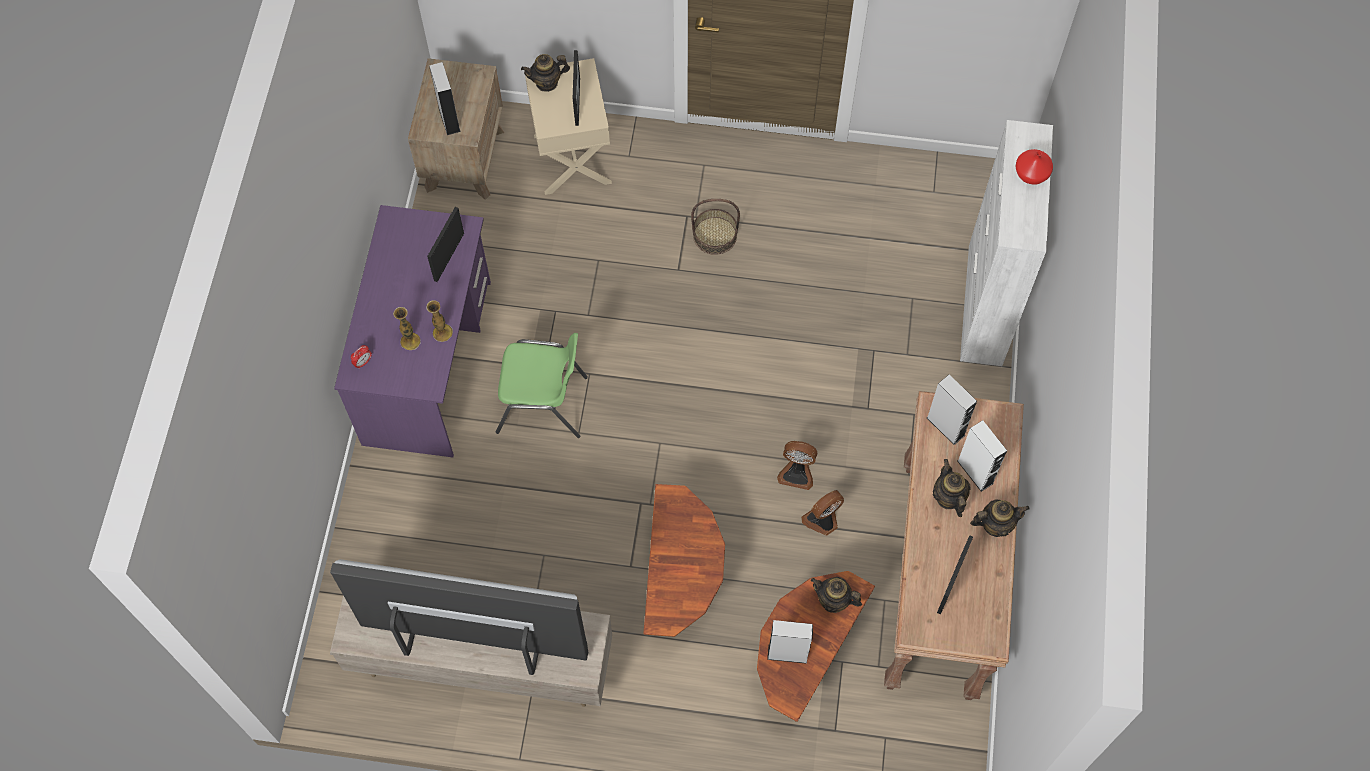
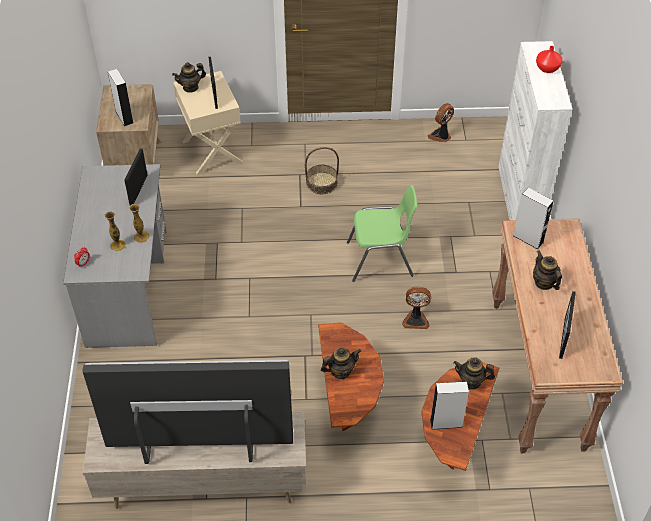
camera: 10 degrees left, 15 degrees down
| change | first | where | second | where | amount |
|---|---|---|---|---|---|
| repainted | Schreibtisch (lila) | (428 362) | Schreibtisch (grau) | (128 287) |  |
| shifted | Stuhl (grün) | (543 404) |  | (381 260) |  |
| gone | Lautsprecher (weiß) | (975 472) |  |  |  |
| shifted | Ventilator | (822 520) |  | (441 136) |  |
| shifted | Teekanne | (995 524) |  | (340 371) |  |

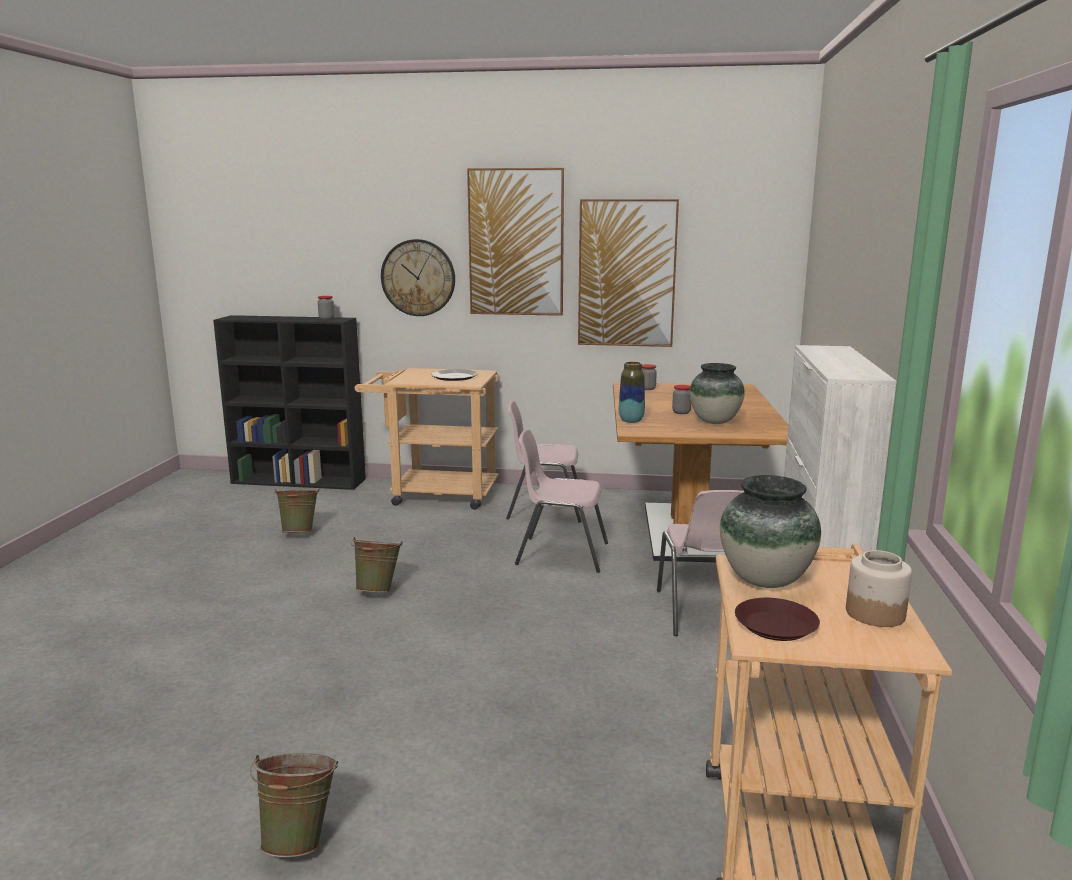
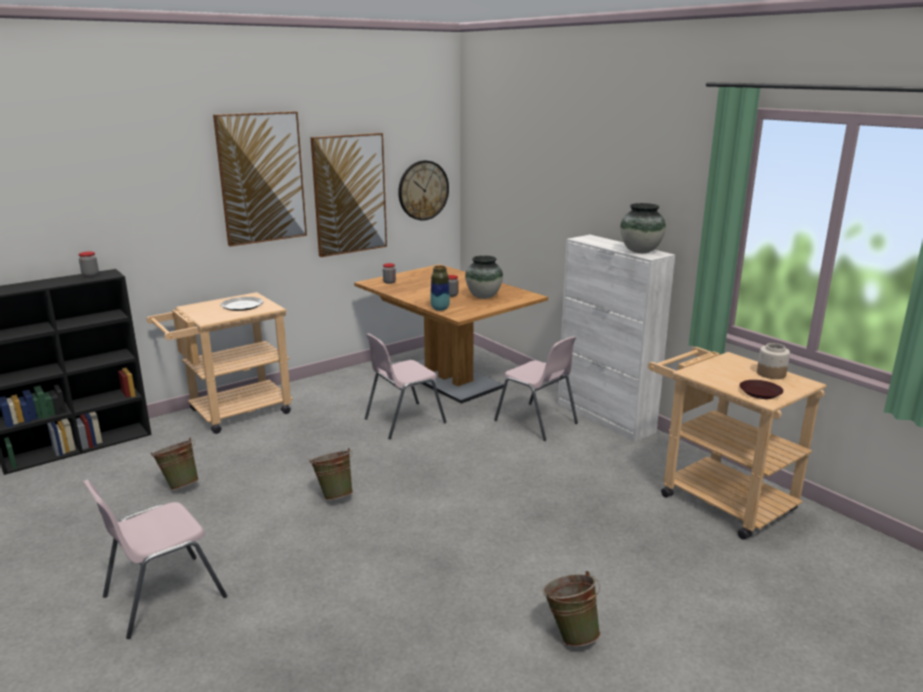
camera: 45 degrees left, 5 degrees up
| change | first | where | second | where | amount |
|---|---|---|---|---|---|
| shifted | Wanduhr | (418 278) |  | (423 190) |  |
| shifted | Stuhl (rosa) | (544 509) |  | (162 596) |  |
| shifted | Vase | (765 581) |  | (641 251) |  |

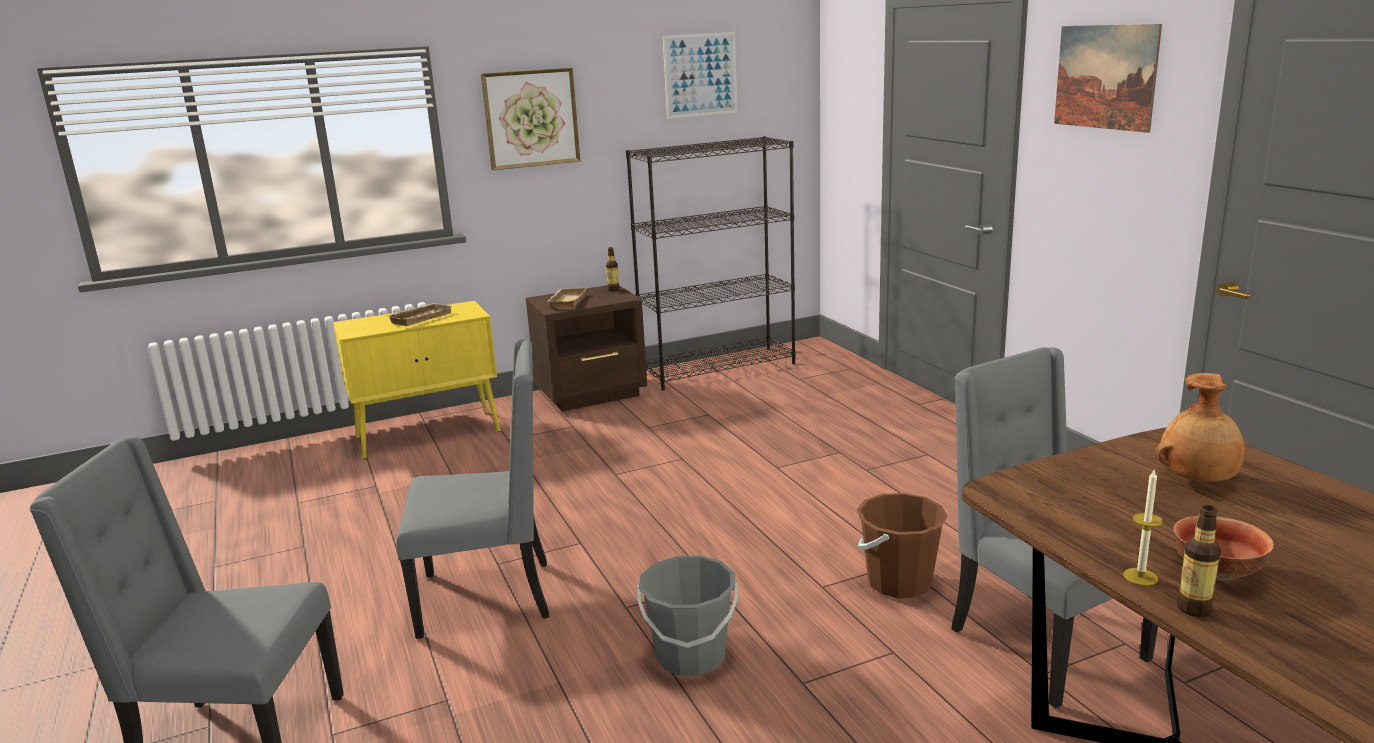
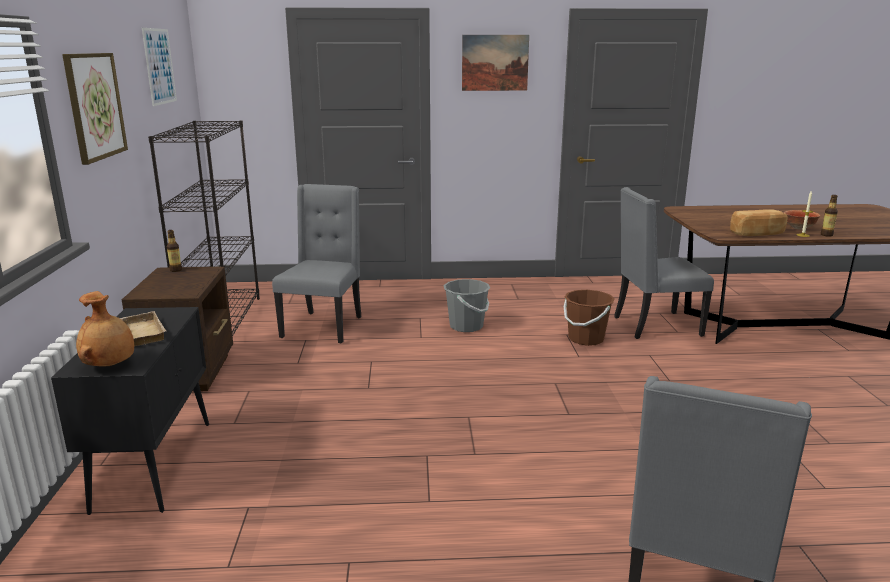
camera: 70 degrees left, 0 degrees up
| change | first | where | second | where | amount |
|---|---|---|---|---|---|
| gone | Tablett (beige) | (566 301) |  |  |  |
| repainted | Schrank (gelb) | (430 434) | Schrank (schwarz) | (155 464) |  |
| shifted | Stuhl (grau) | (489 597) |  | (324 326) |  |
| shifted | Vase (braun) | (1197 481) |  | (110 365) |  |
| shifted | Eimer (grau) | (691 656) |  | (466 326) |  |
| new |  |  | Brot | (757 234) |  |

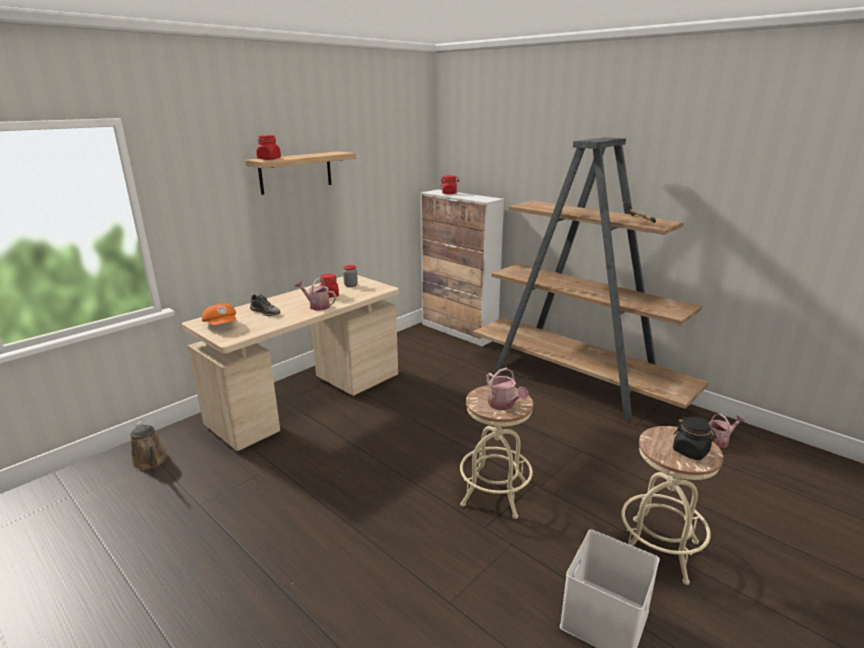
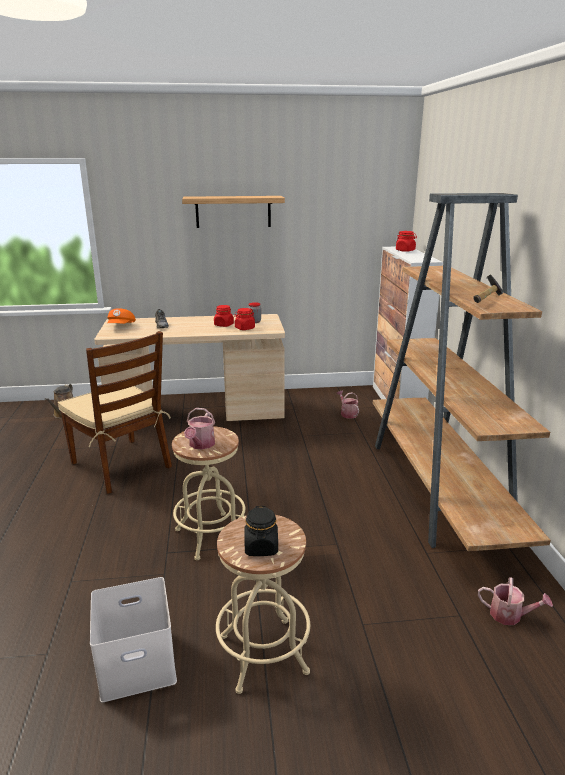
camera: 40 degrees right, 0 degrees up
| change | first | where | second | where | amount |
|---|---|---|---|---|---|
| shifted | Vorratsglas (rot) | (269 159) |  | (244 328) |  |
| shifted | Gießkanne | (317 306) |  | (347 413) |  |
| new |  |  | Stuhl (braun) | (122 465) |  |

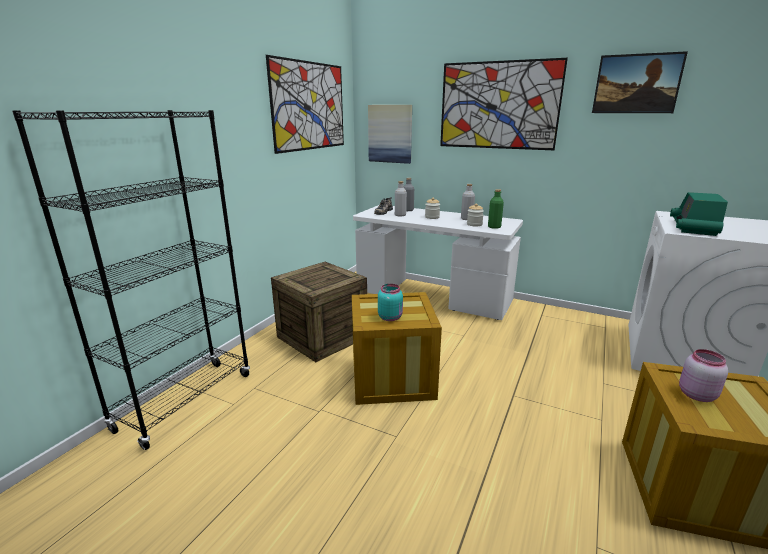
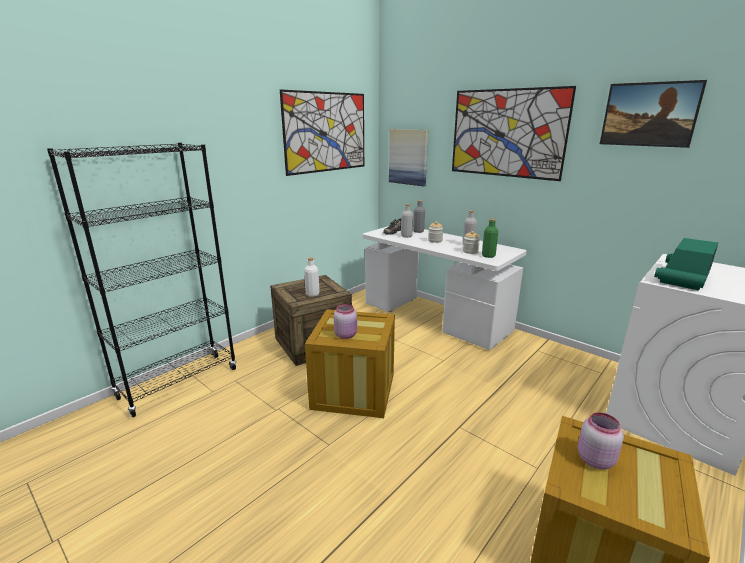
camera: 15 degrees right, 0 degrees up
| change | first | where | second | where | amount |
|---|---|---|---|---|---|
| repainted | Vorratsglas (türkis) | (390 317) | Vorratsglas (rosa) | (346 335) |  |
| new |  |  | Flasche (weiß) | (312 294) |  |

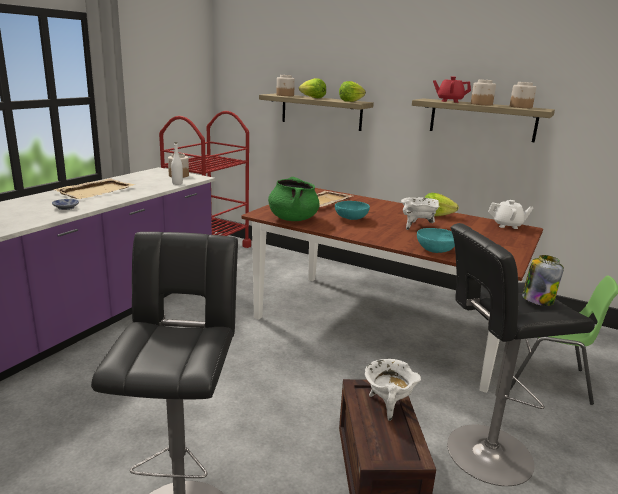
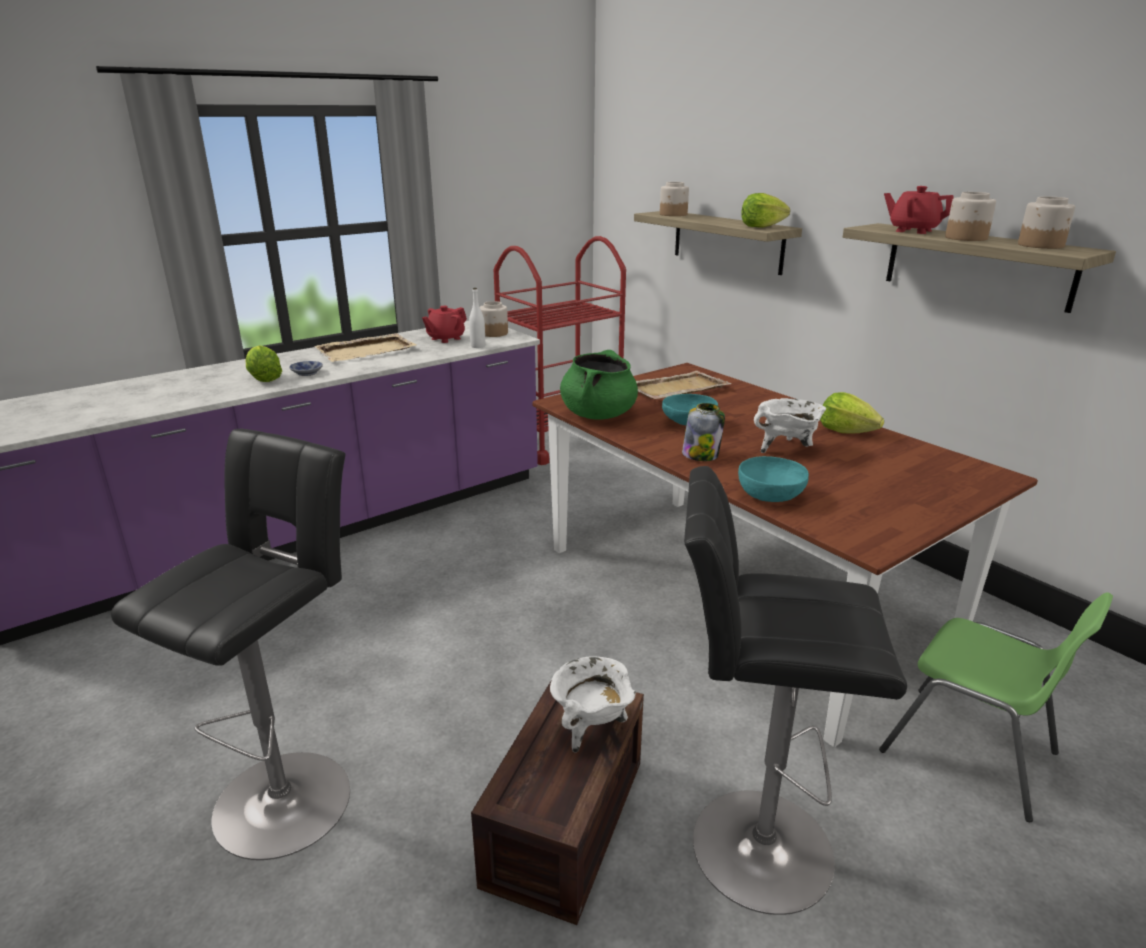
camera: 25 degrees right, 5 degrees up
| change | first | where | second | where | amount |
|---|---|---|---|---|---|
| shifted | Salatkopf | (312 97) |  | (264 378) |  |
| gone | Teekanne (weiß) | (507 225) |  |  |  |
| shifted | Vorratsglas | (537 299) |  | (701 455) |  |
| new |  |  | Teekanne (rot) | (445 339) |  |

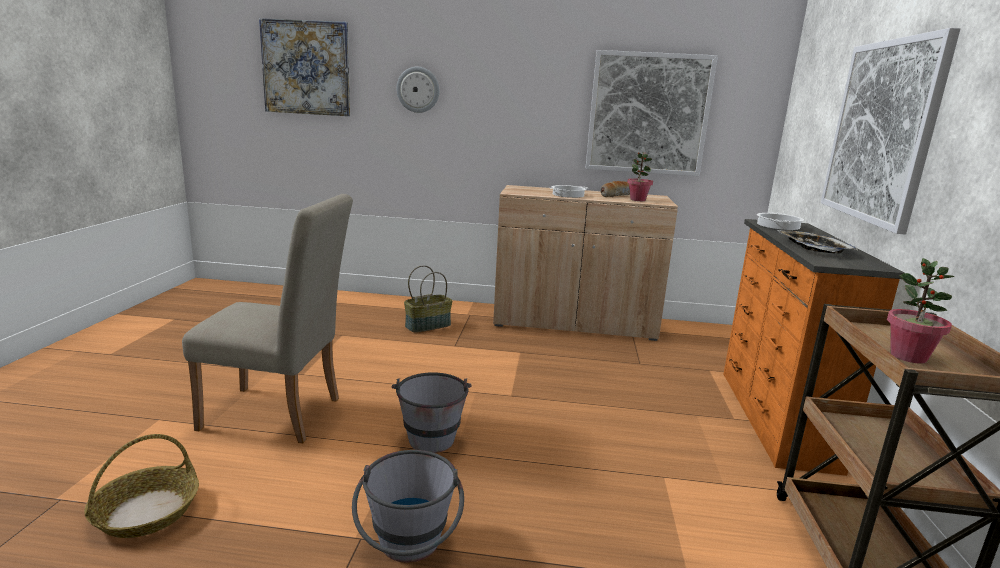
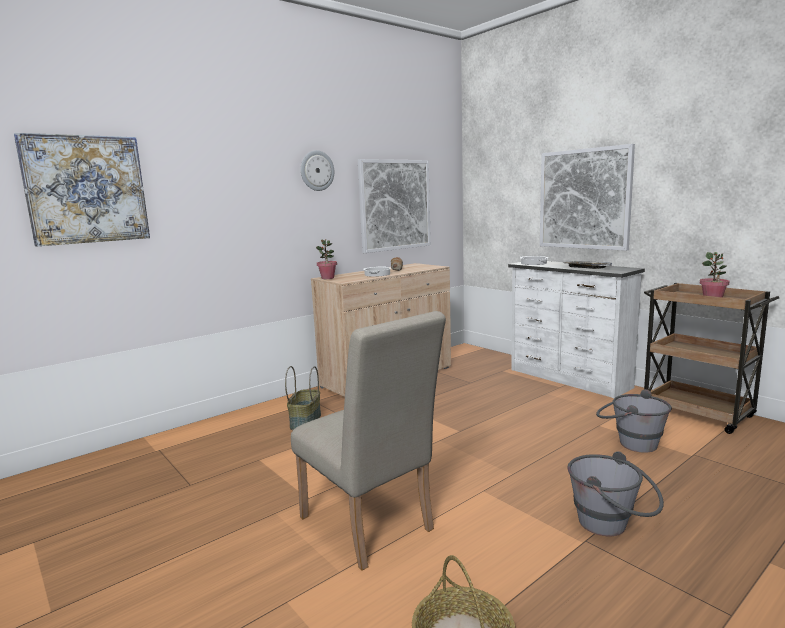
camera: 45 degrees left, 5 degrees down
| change | first | where | second | where | amount |
|---|---|---|---|---|---|
| shifted | Wanduhr | (418 89) |  | (317 170) |  |
| shifted | Topfpflanze | (637 200) |  | (327 278) |  |
| rotated | Stuhl (beige) | (281 415) |  | (371 528) | 90 degrees clockwise |
| repainted | Kommode (orange) | (773 417) | Kommode (weiß) | (568 379) |  |
| shifted | Eimer (grau) | (431 434) |  | (630 442) |  |

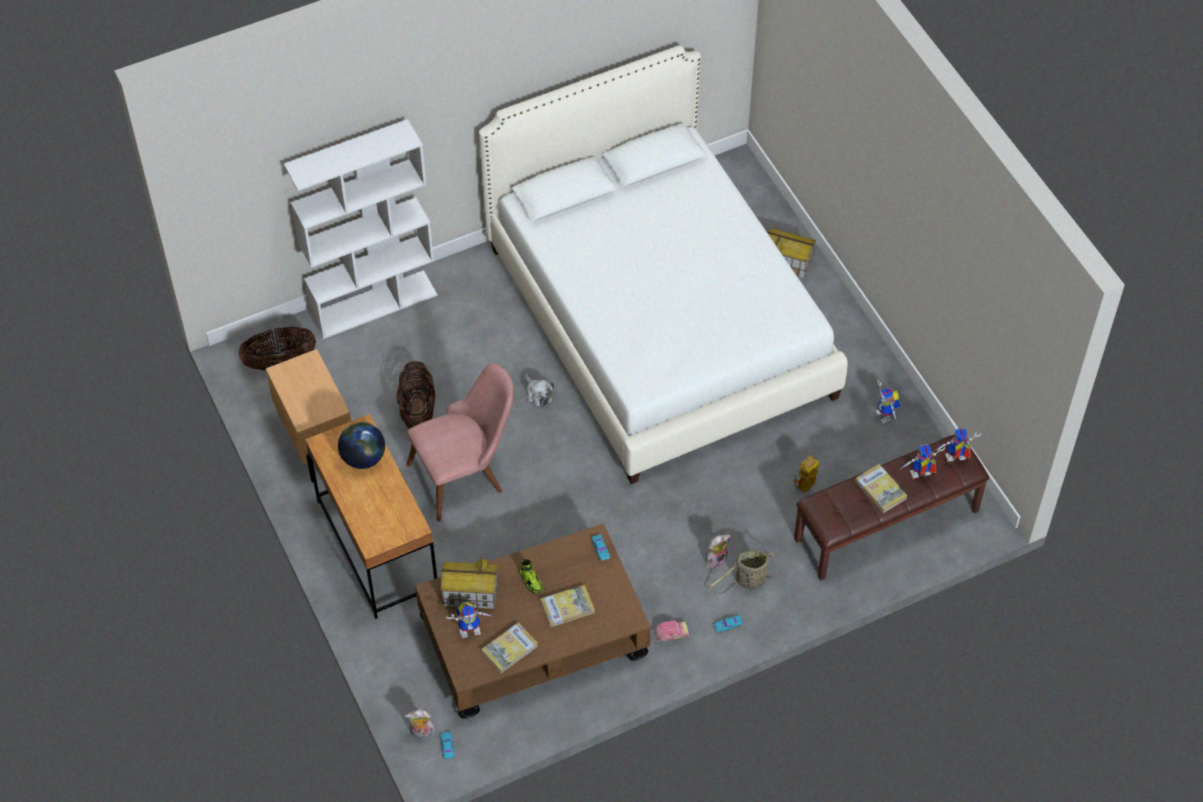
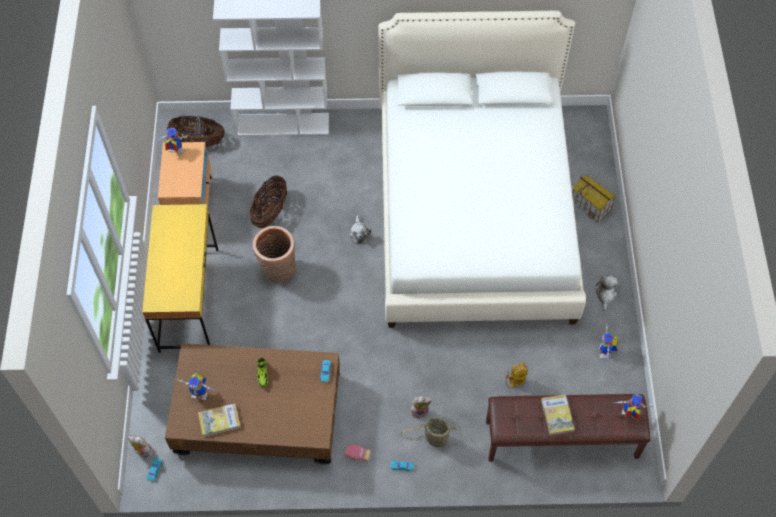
camera: 25 degrees right, 5 degrees up
| change | first | where | second | where | amount |
|---|---|---|---|---|---|
| swapped | Stuhl (rosa) | (466 473) | Korb | (278 271) |  |
| repainted | Schreibtisch (braun) | (377 546) | Schreibtisch (gelb) | (189 299) |  |
| gone | Globus | (363 458) |  |  |  |
| shifted | Spielzeugroboter | (919 476) |  | (174 152) |  |
| gone | Spielzeughaus | (470 595) |  |  |  |
| gone | Buch | (567 607) |  |  |  |
| new |  |  | Plüschtier | (605 295) |  |

